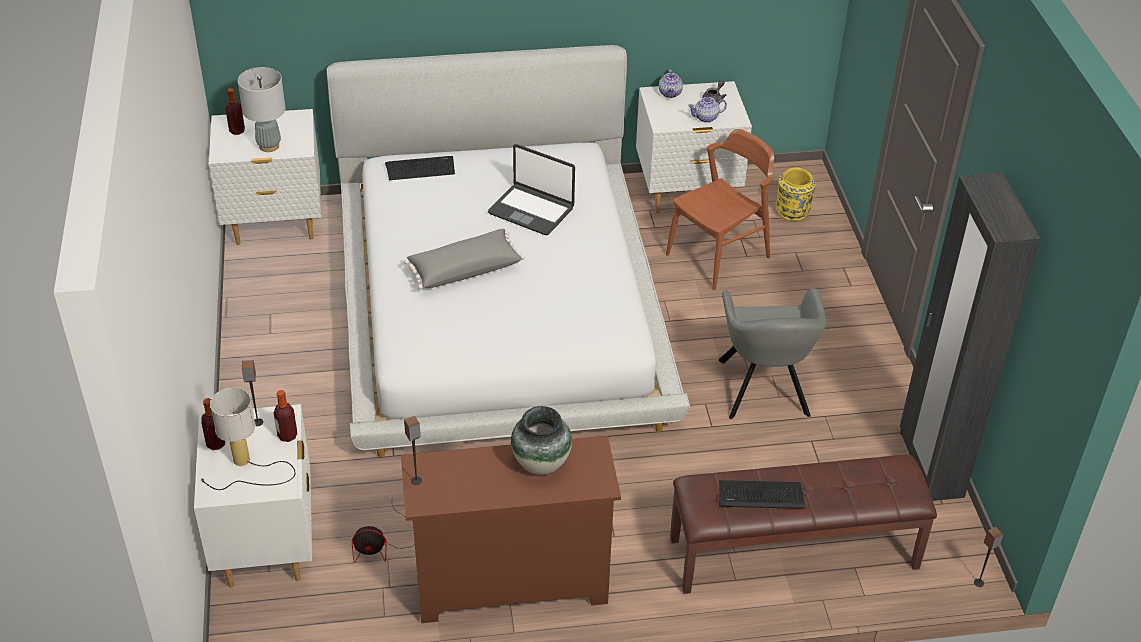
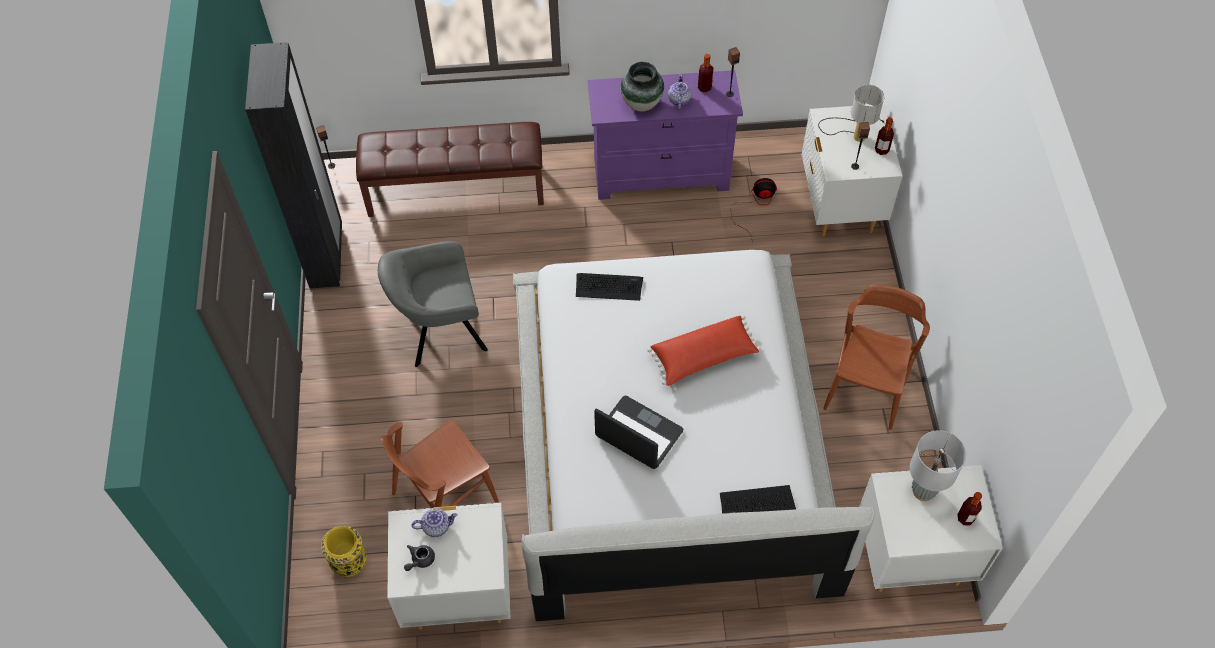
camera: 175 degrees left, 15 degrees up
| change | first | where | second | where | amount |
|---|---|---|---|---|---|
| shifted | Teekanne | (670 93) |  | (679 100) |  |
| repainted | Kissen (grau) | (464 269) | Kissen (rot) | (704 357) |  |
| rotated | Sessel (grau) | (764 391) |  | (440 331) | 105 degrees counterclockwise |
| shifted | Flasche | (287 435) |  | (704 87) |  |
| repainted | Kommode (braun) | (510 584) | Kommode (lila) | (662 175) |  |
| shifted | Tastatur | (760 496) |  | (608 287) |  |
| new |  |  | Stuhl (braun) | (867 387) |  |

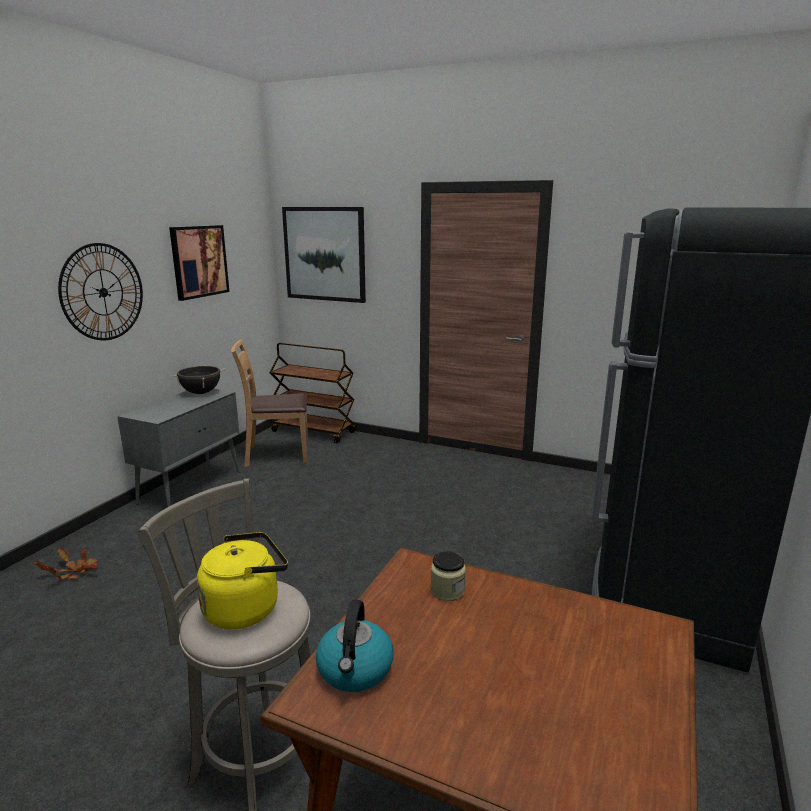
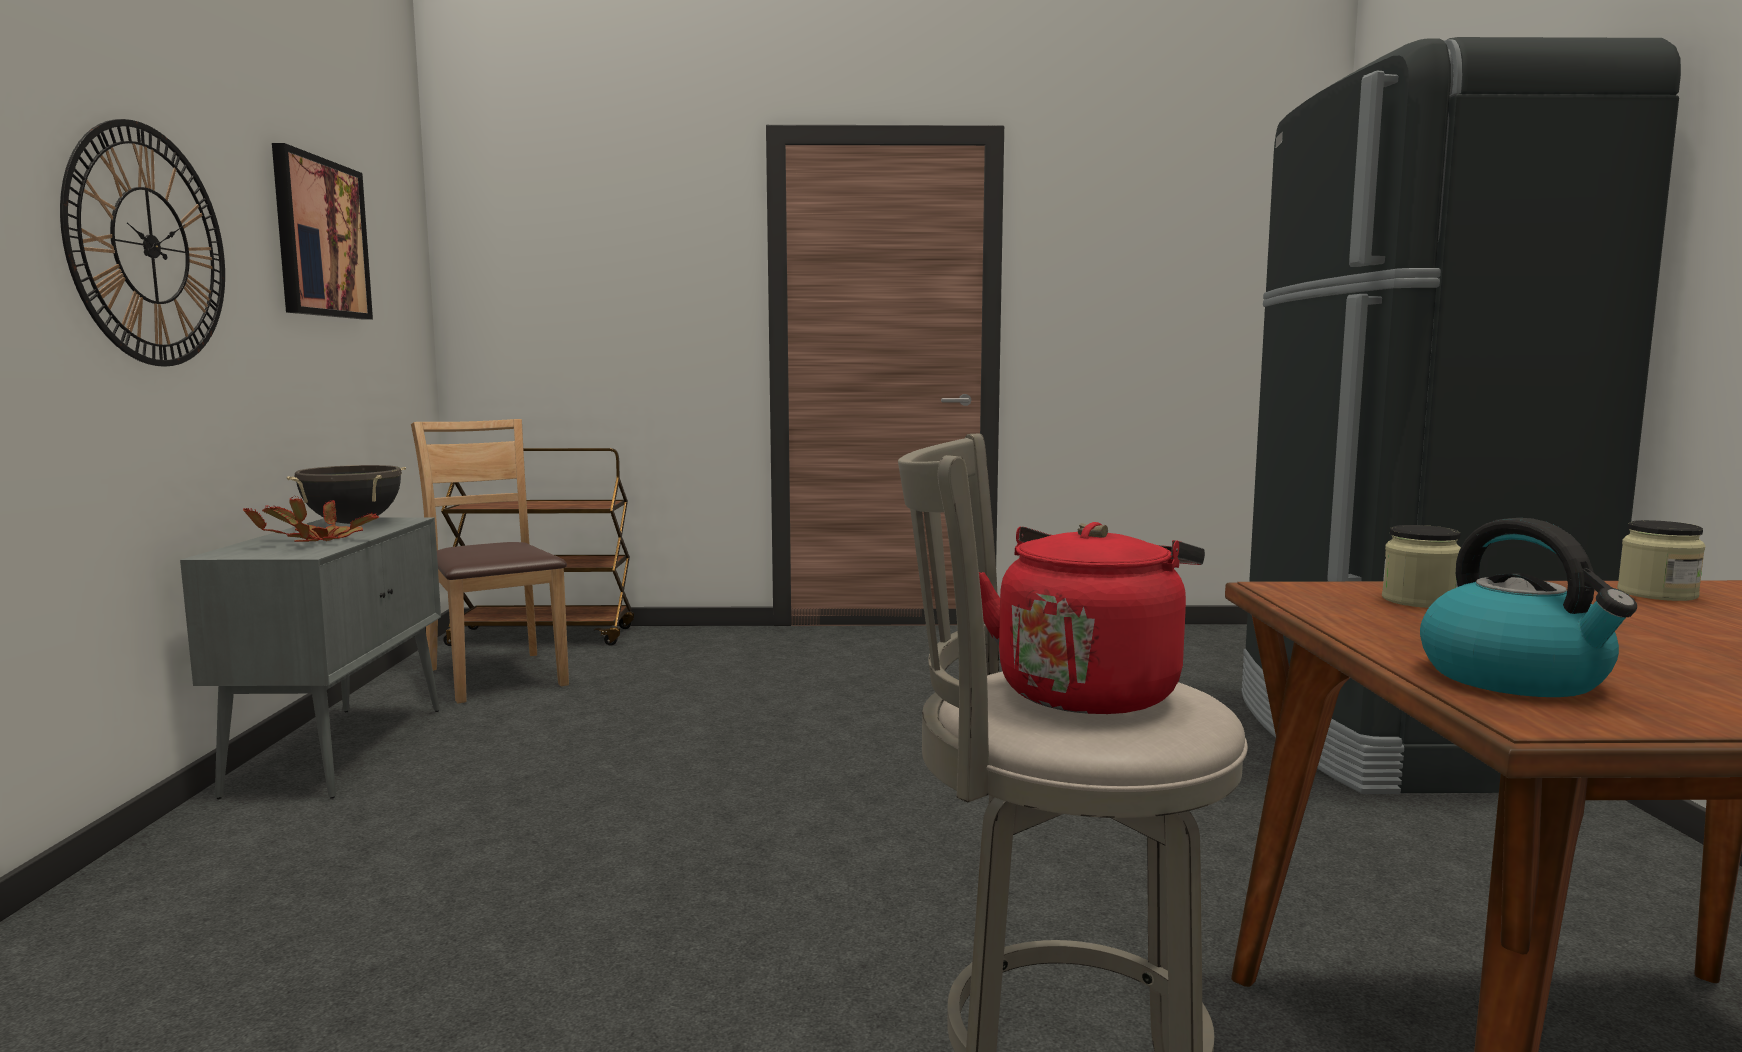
camera: 25 degrees left, 10 degrees down
| change | first | where | second | where | amount |
|---|---|---|---|---|---|
| gone | Bild | (324 254) |  |  |  |
| rotated | Stuhl (braun) | (276 455) |  | (497 676) | 90 degrees clockwise |
| repainted | Wasserkessel (gelb) | (246 608) | Wasserkessel (rot) | (1090 691) |  |
| shifted | Topfpflanze | (74 572) |  | (318 541) |  |
| new |  |  | Vorratsglas | (1657 594) |  |

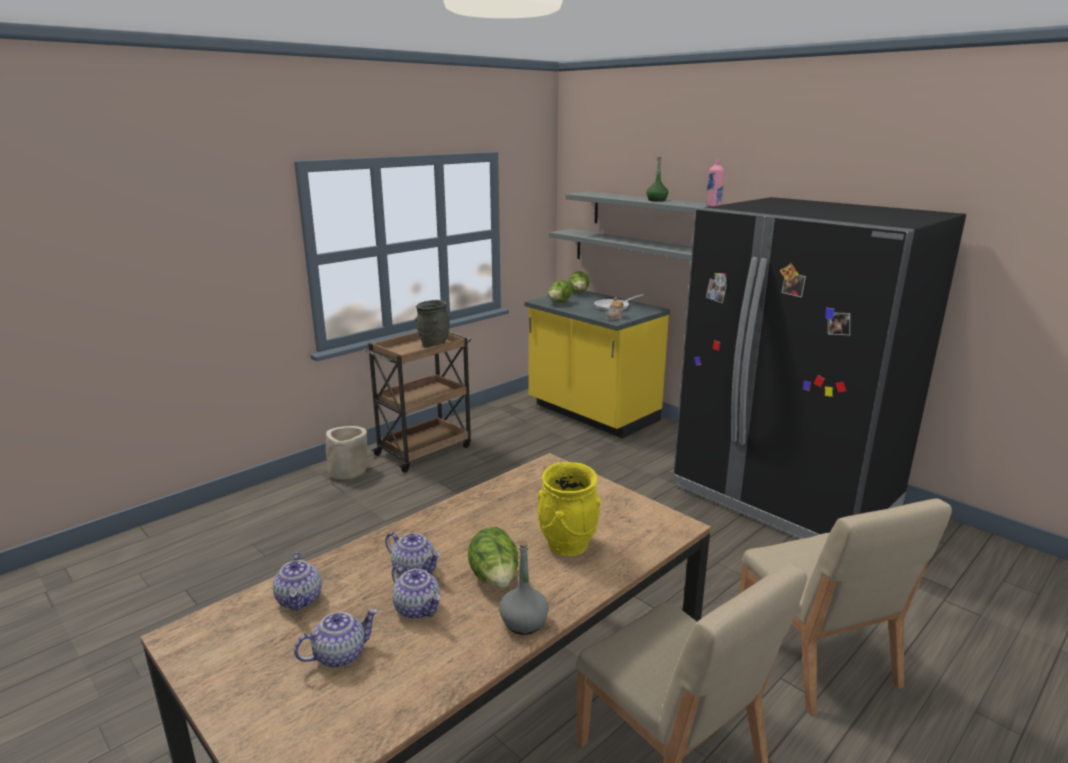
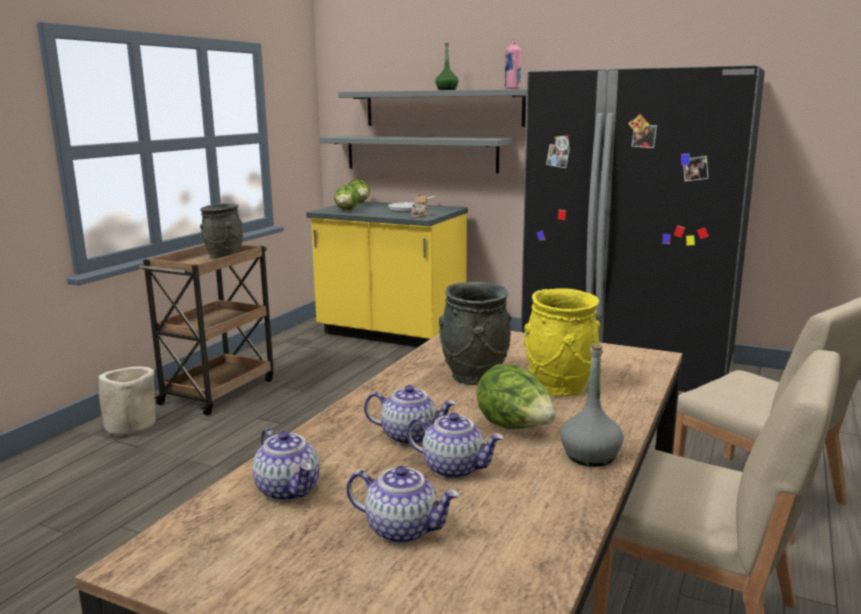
camera: 20 degrees left, 5 degrees down
| change | first | where | second | where | amount |
|---|---|---|---|---|---|
| rotated | Teekanne | (340 654) |  | (403 529) | 75 degrees clockwise |
| new |  |  | Vase (grau) | (474 376) |  |

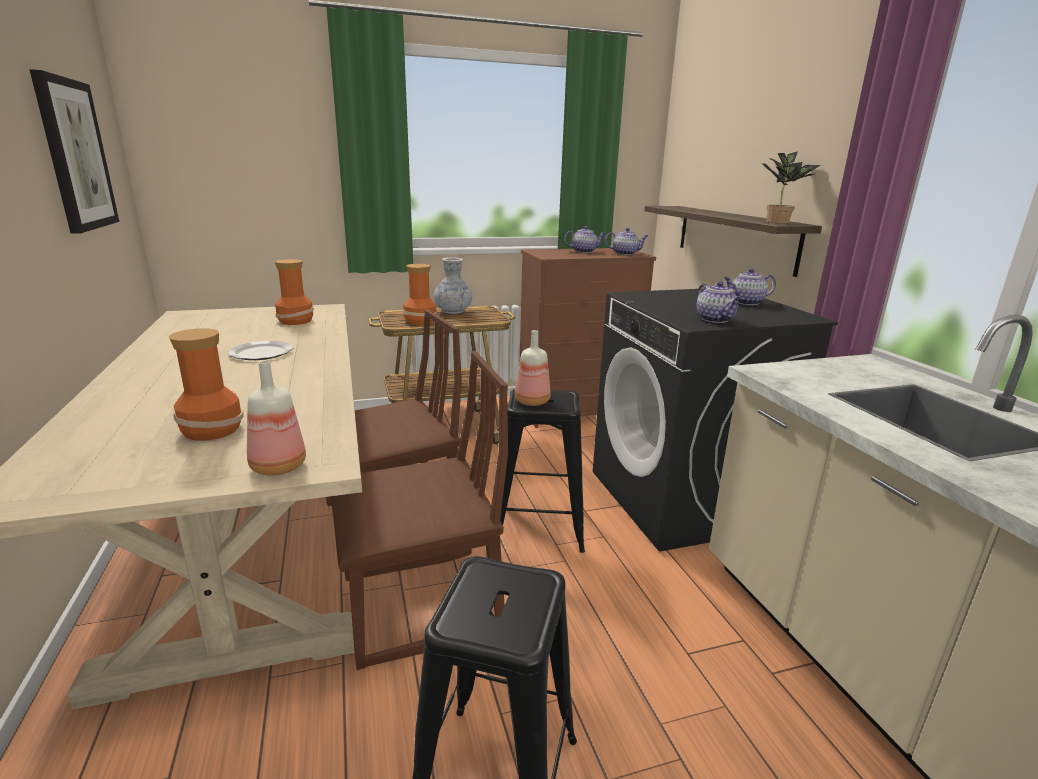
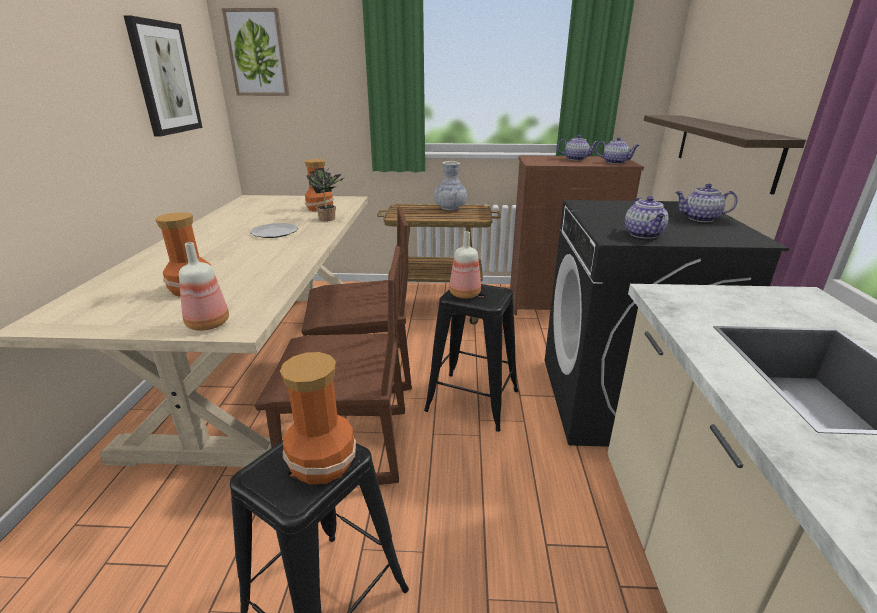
camera: 20 degrees right, 5 degrees up
| change | first | where | second | where | amount |
|---|---|---|---|---|---|
| shifted | Topfpflanze | (779 222) |  | (329 218) |  |
| shifted | Vase | (419 321) |  | (320 463) |  |
| new |  |  | Bild | (257 53) |  |

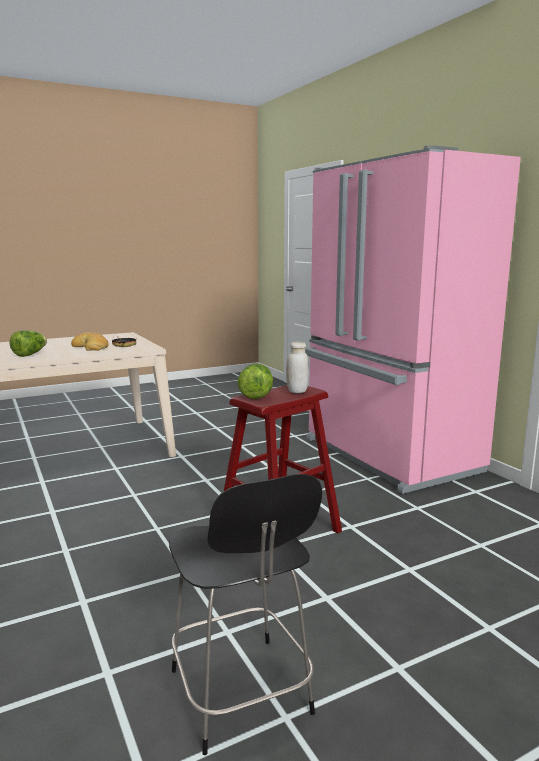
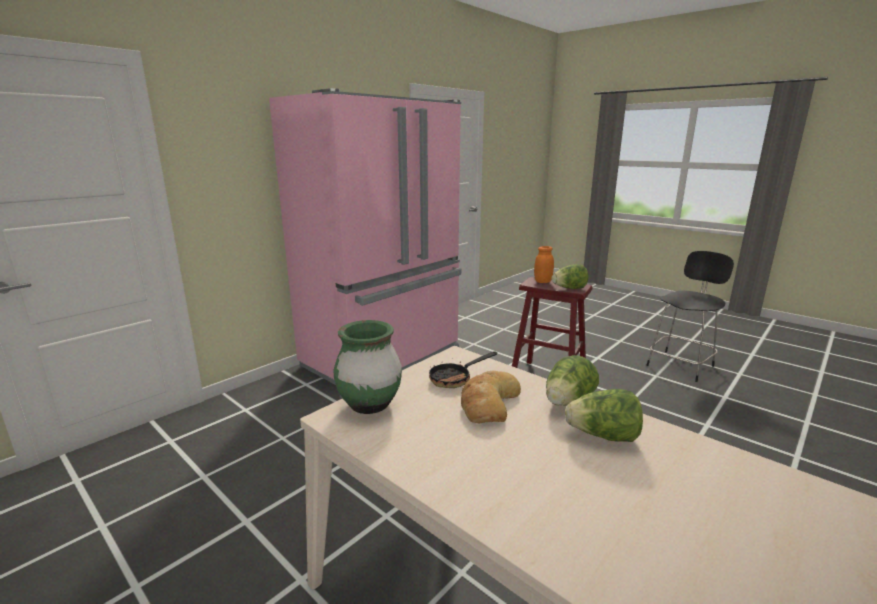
camera: 110 degrees left, 5 degrees up
| change | first | where | second | where | amount |
|---|---|---|---|---|---|
| repainted | Vorratsglas (weiß) | (297 391) | Vorratsglas (orange) | (543 281) |  |
| new |  |  | Vase (grün) | (369 405) |  |
| new |  |  | Salatkopf | (568 402) |  |

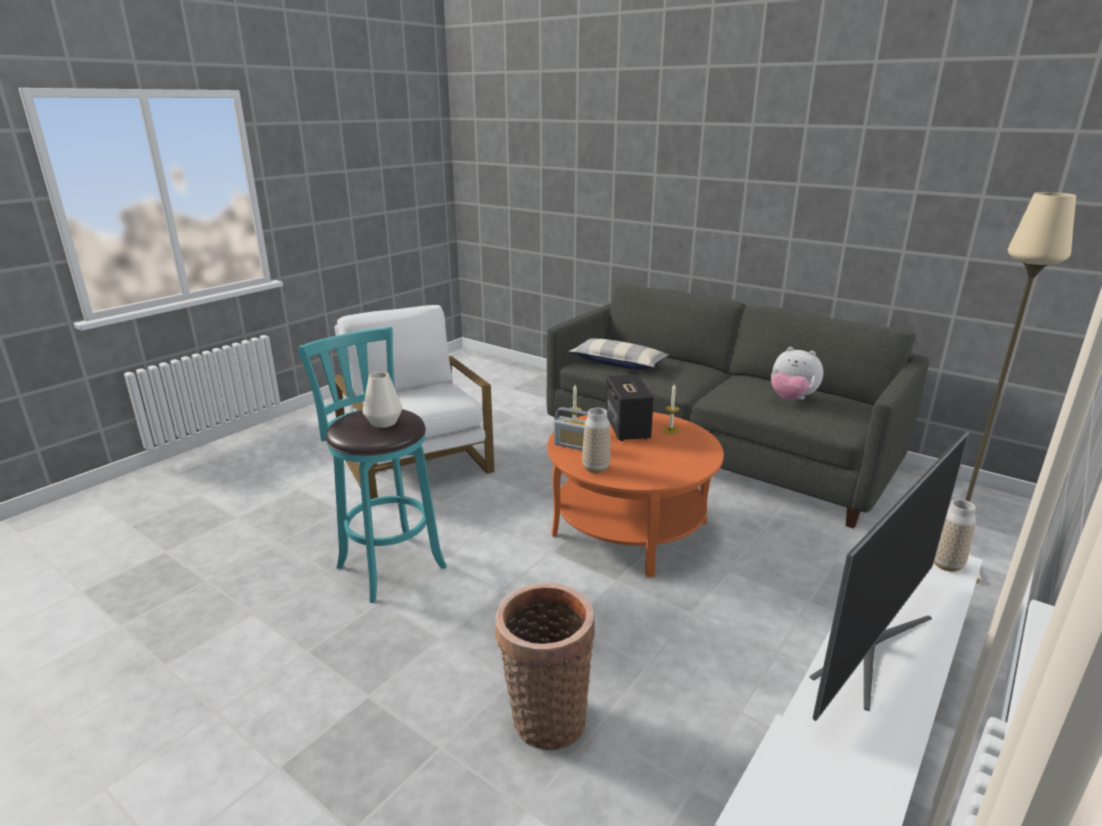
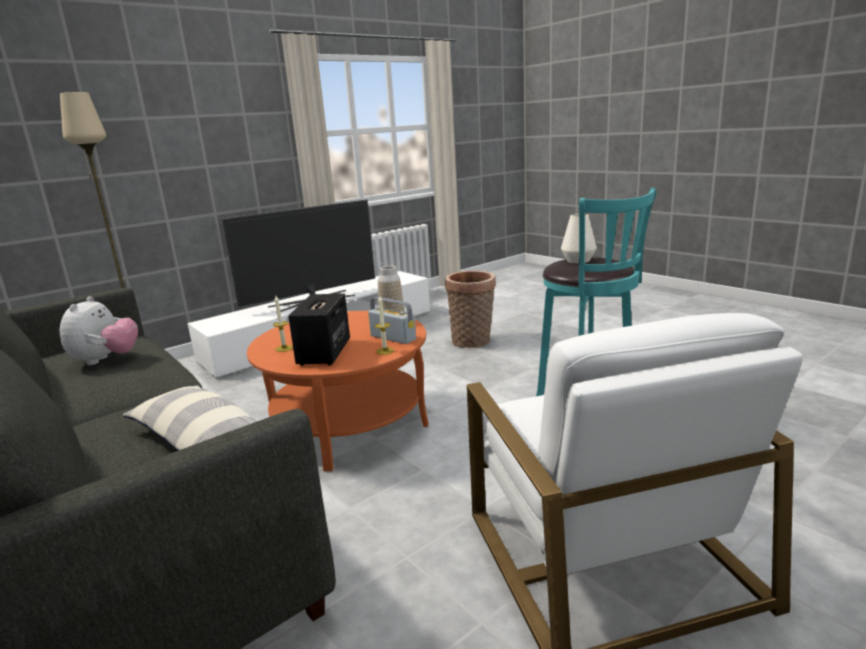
camera: 165 degrees left, 5 degrees down
| change | first | where | second | where | amount |
|---|---|---|---|---|---|
| rotated | Plüschtier | (791 399) |  | (106 360) | 45 degrees clockwise |
| gone | Vase | (946 565) |  |  |  |

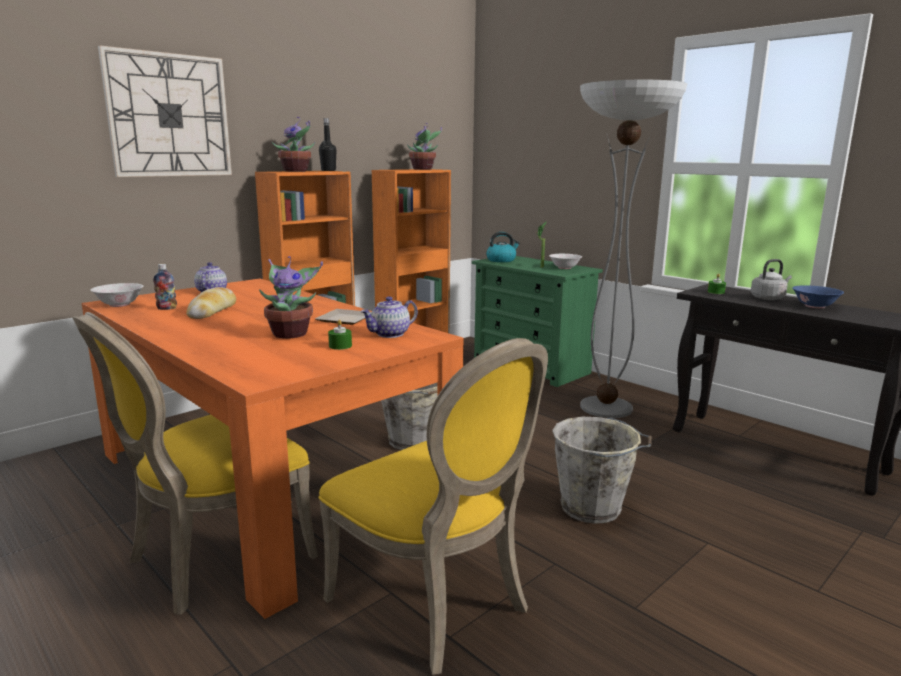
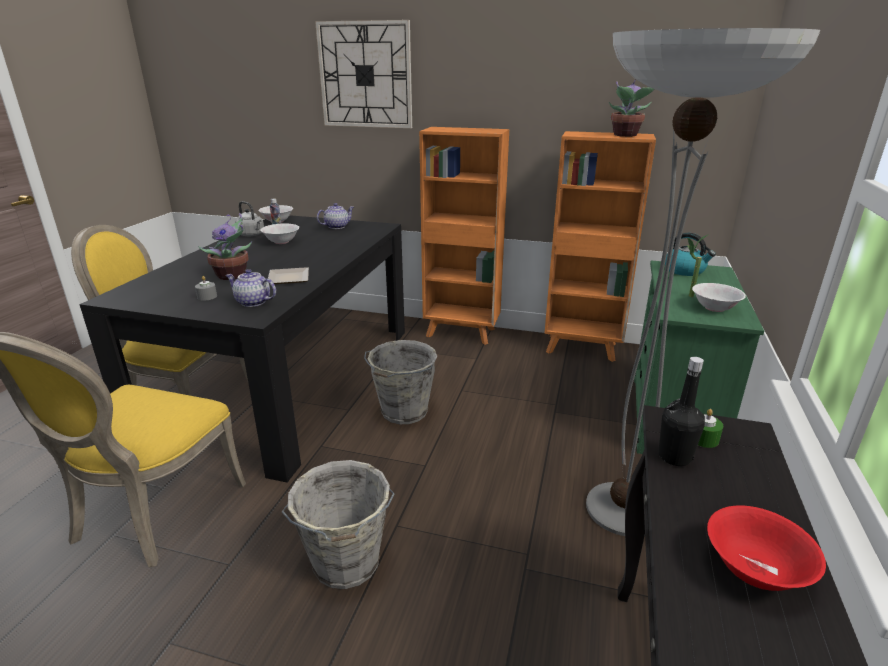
camera: 60 degrees right, 10 degrees up
| change | first | where | second | where | amount |
|---|---|---|---|---|---|
| gone | Topfpflanze | (297 171) |  |  |  |
| shifted | Flasche (schwarz) | (328 170) |  | (674 457) |  |
| shifted | Wasserkessel (grau) | (768 298) |  | (252 235) |  |
| repainted | Esstisch (orange) | (268 482) | Esstisch (schwarz) | (288 381) |  |
| repainted | Schüssel (blau) | (815 306) | Schüssel (rot) | (755 571) |  |
| swapped | Brot | (212 311) | Schüssel (weiß) | (281 242) |  |
| repainted | Kerze (grün) | (340 346) | Kerze (grau) | (207 296) |  |

